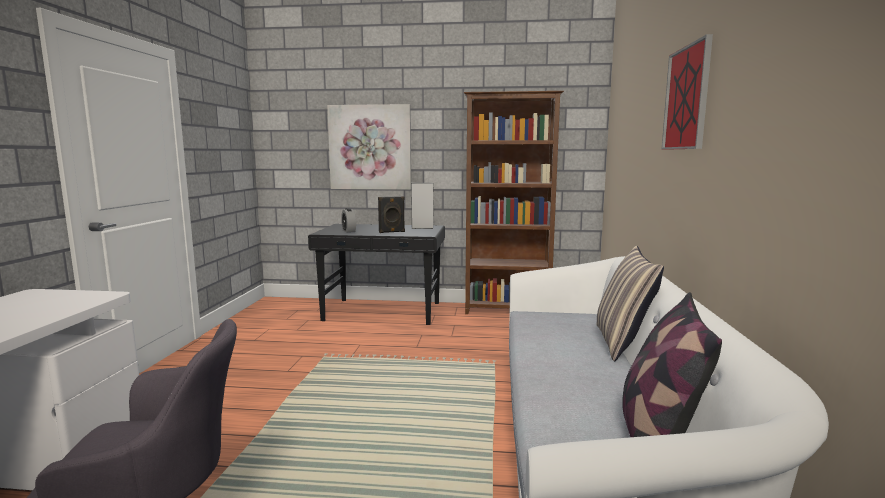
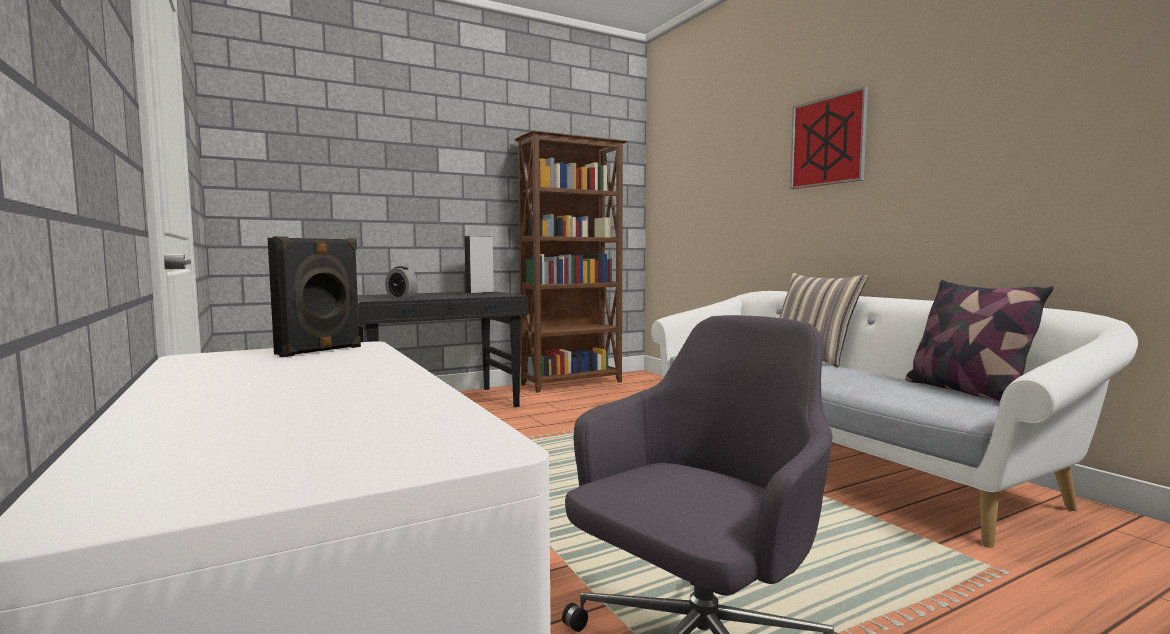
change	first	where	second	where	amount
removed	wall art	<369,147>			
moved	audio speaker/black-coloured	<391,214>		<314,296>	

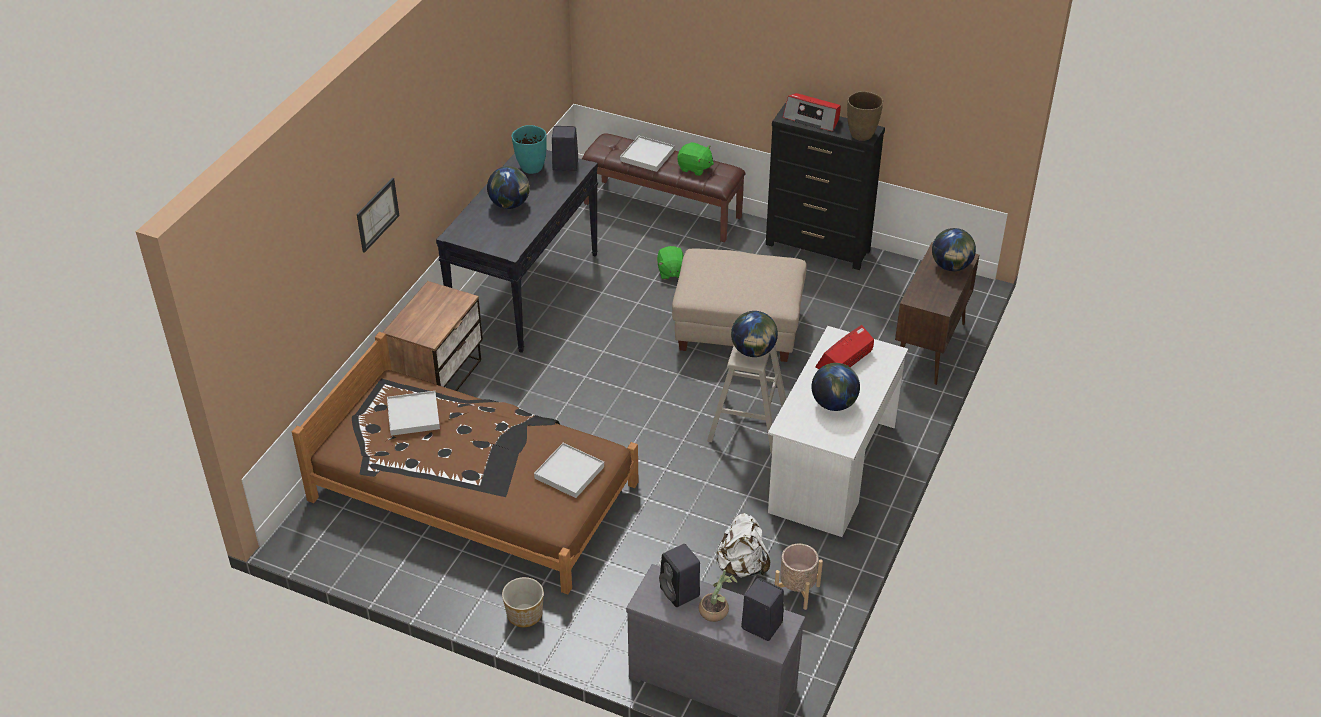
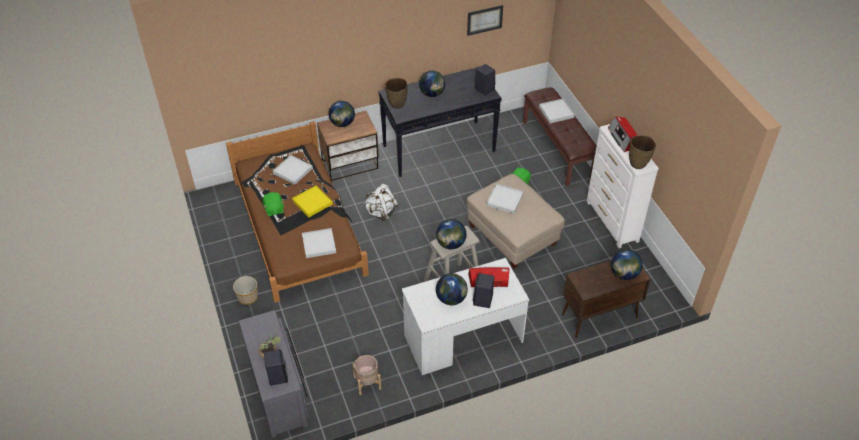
change	first	where	second	where	amount
moved	wall art	<378,215>		<485,20>	
removed	vase/blue-green	<529,149>			
moved	audio speaker/black-coloured	<679,575>		<483,290>	
moved	cuddly toy/greenish	<695,159>		<273,204>	
moved	knapsack/whitish	<743,545>		<381,202>	
recoloured	dresser/black-coloured	<825,186>	dresser/whitish	<622,186>	
added			carrying tray/yellow-coloured	<312,201>	
added			globe	<342,114>	
added			vase/brownish	<396,93>	
added			carrying tray/whitish	<505,198>	

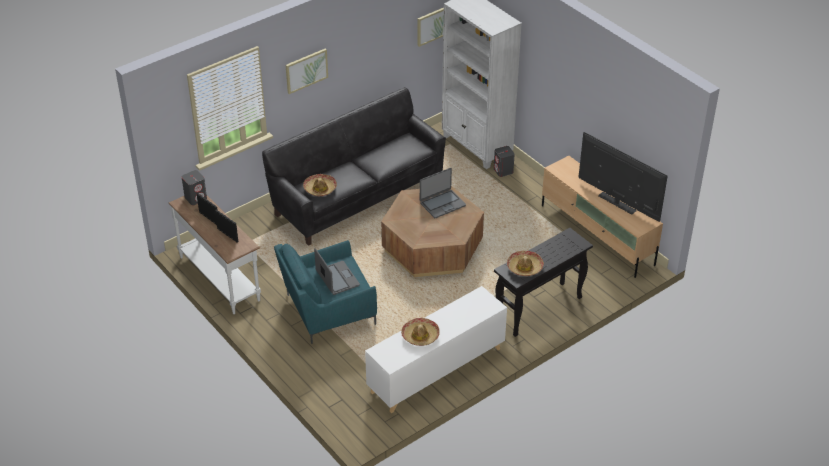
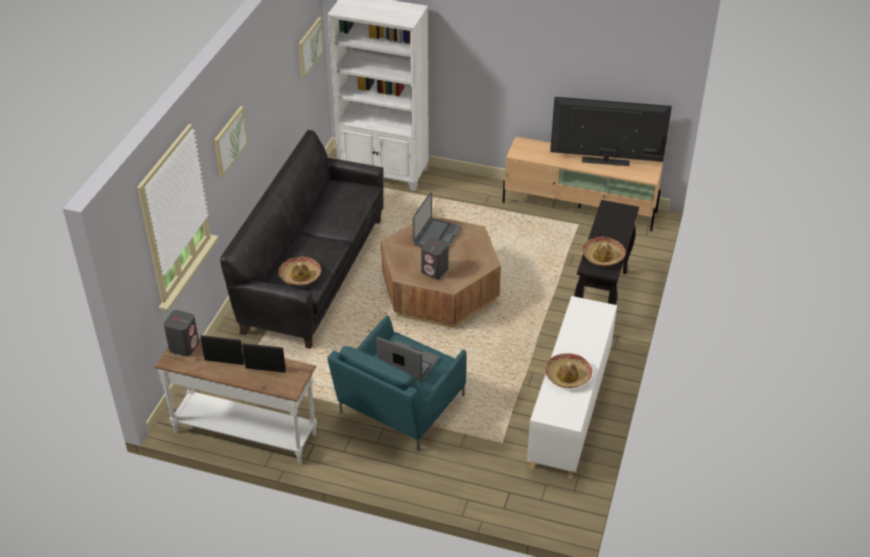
change	first	where	second	where	amount
moved	audio speaker/gray	<504,161>		<435,258>	

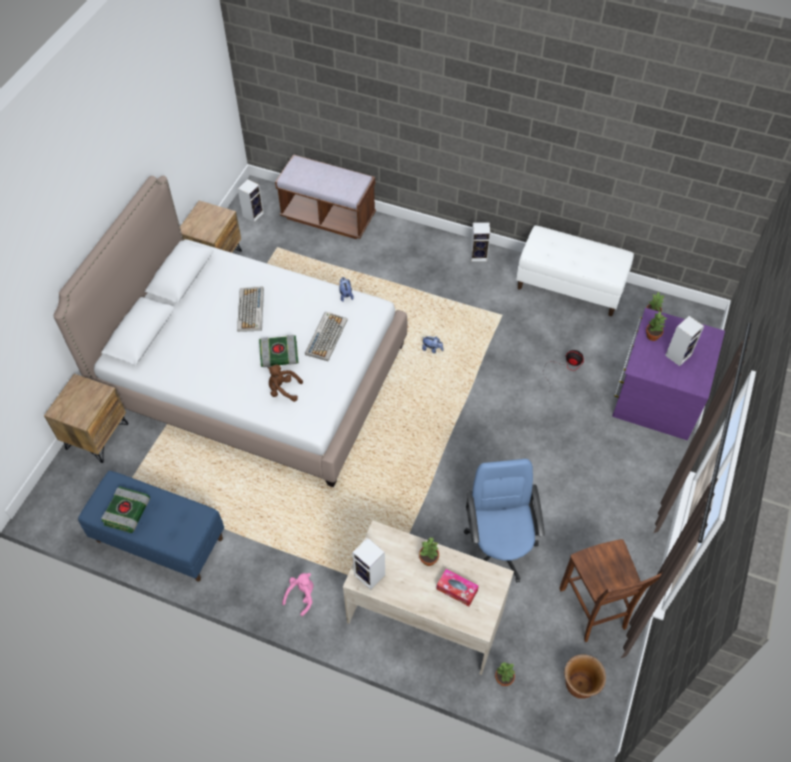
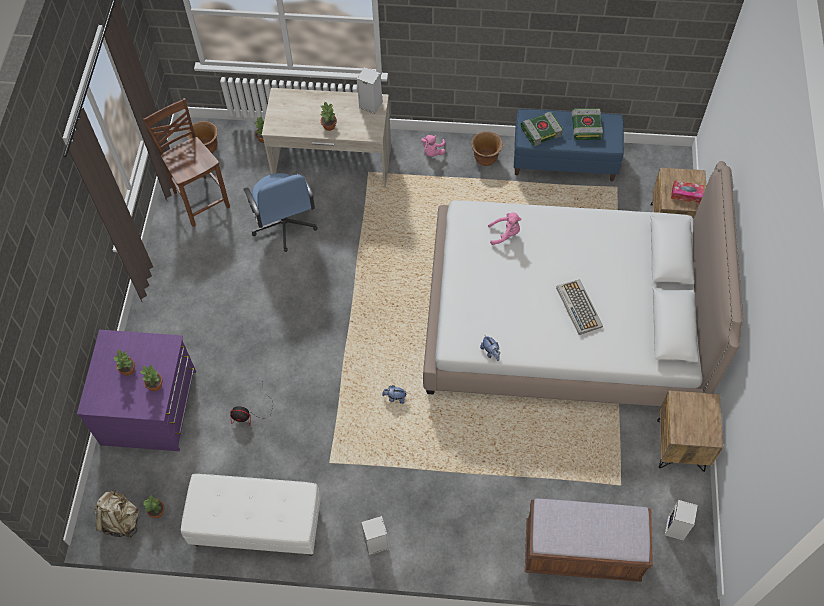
change	first	where	second	where	amount
moved	volume	<278,351>		<542,129>	
recoloured	cuddly toy/brownish	<285,383>	cuddly toy/pink	<504,229>	
removed	keyboard	<326,336>			
moved	tissue box	<458,587>		<687,192>	
replaced	audio speaker	<684,341>	houseplant	<124,362>	
added			knapsack/beige	<116,513>	
added			planter/brownish	<487,148>	

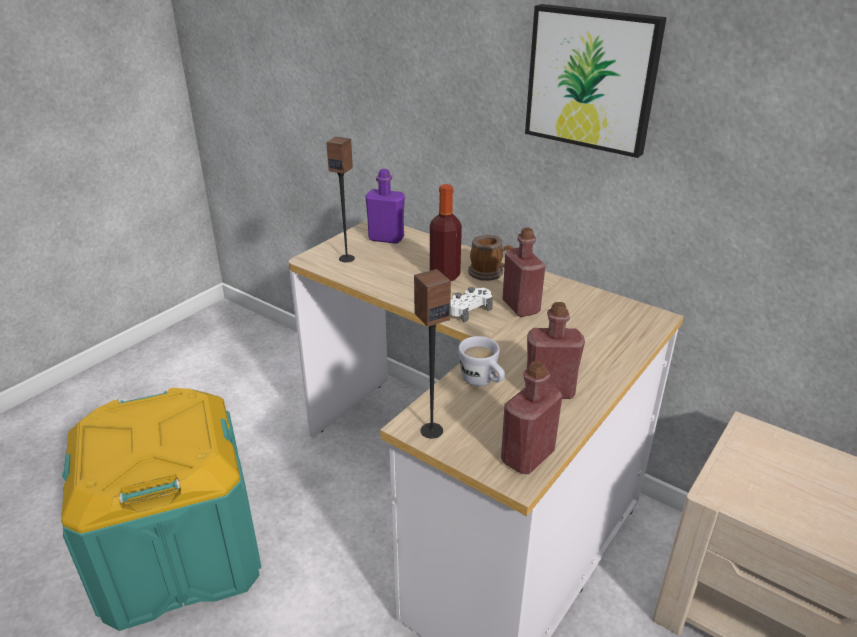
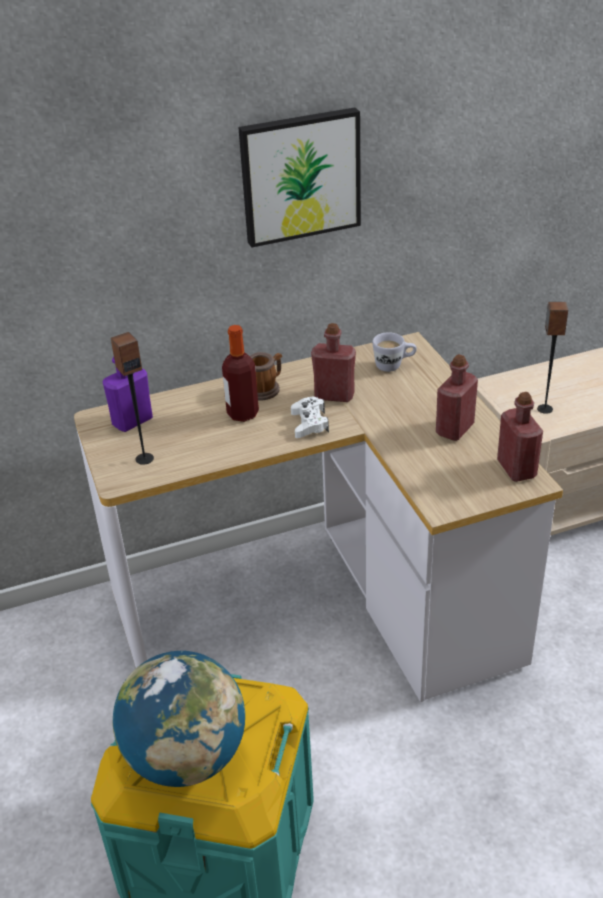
change	first	where	second	where	amount
moved	audio speaker	<432,354>		<552,358>	
moved	tea mug/whitish	<481,361>		<394,352>	
added			globe	<178,719>	

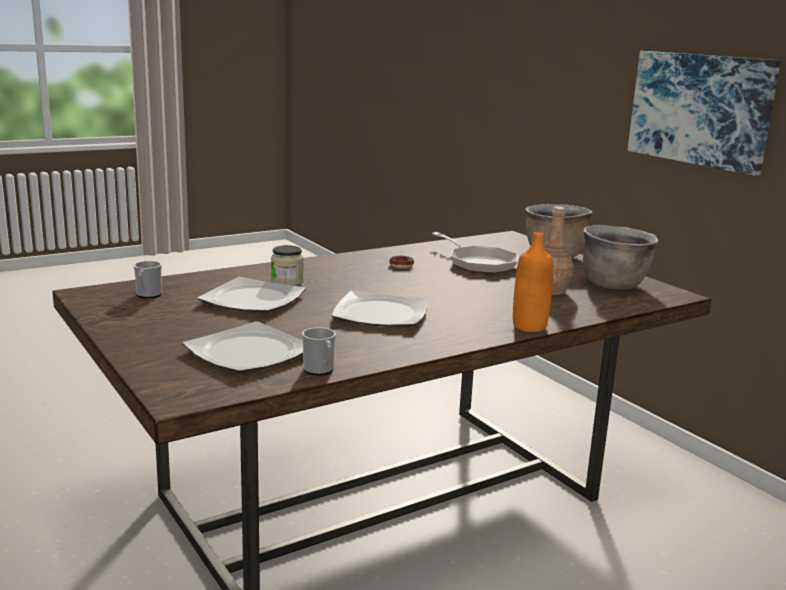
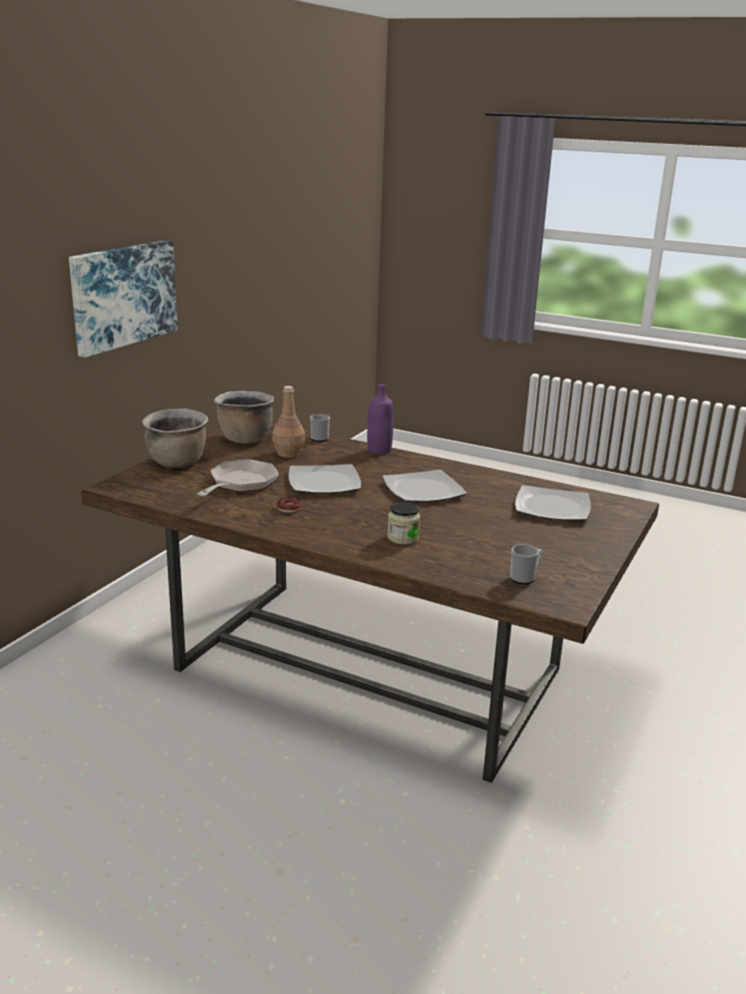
change	first	where	second	where	amount
moved	flat dish	<251,295>		<325,479>	
moved	tea mug	<319,351>		<320,428>	
recoloured	bottle/orangey	<533,282>	bottle/purplish	<380,419>	

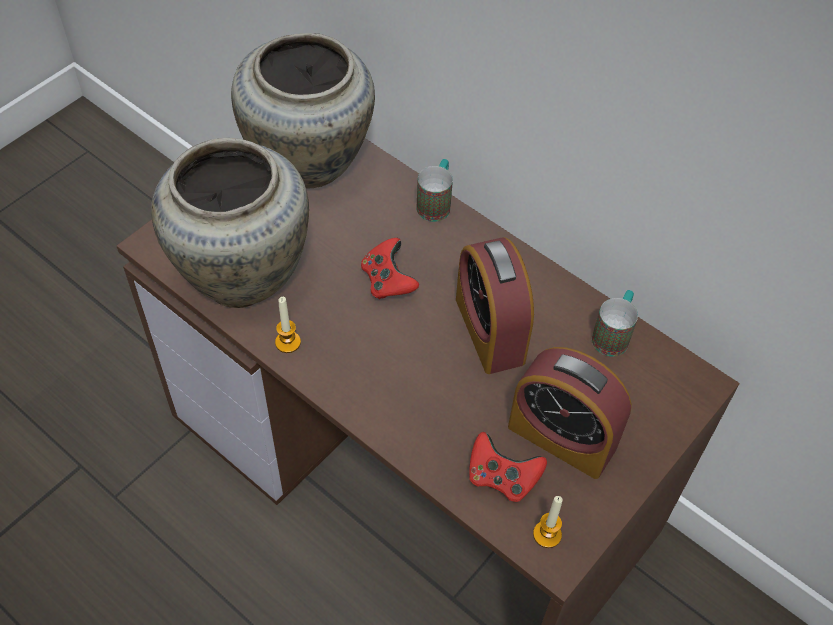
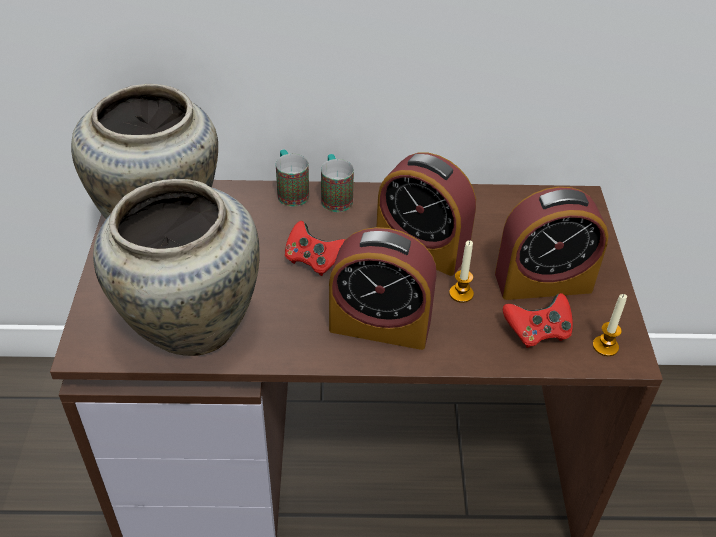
change	first	where	second	where	amount
moved	candle	<288,325>		<461,271>	
moved	tea mug	<615,323>		<337,183>	
added			alarm clock	<383,288>	

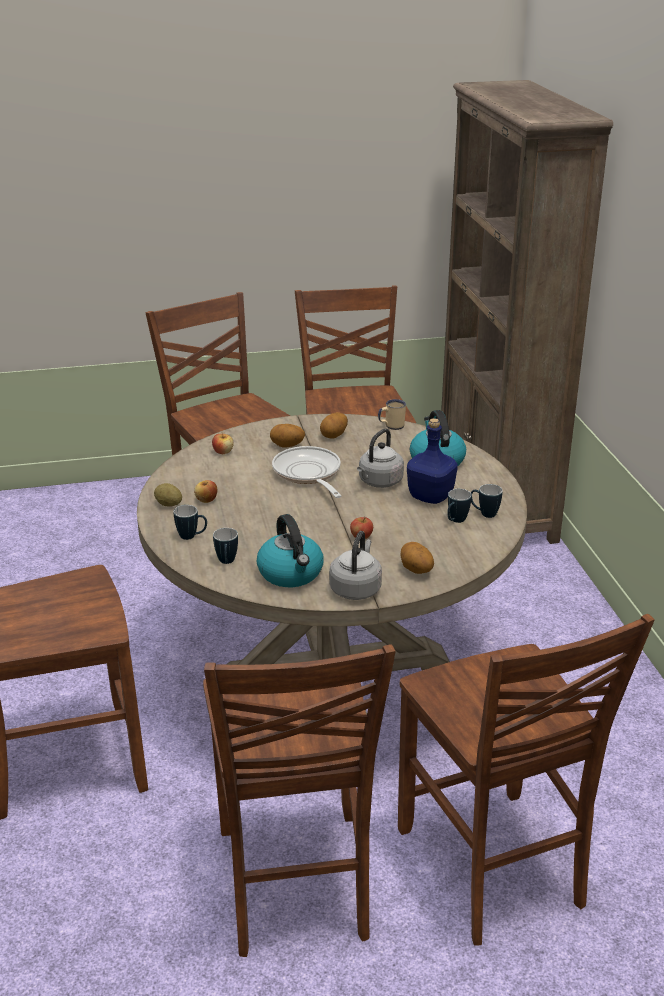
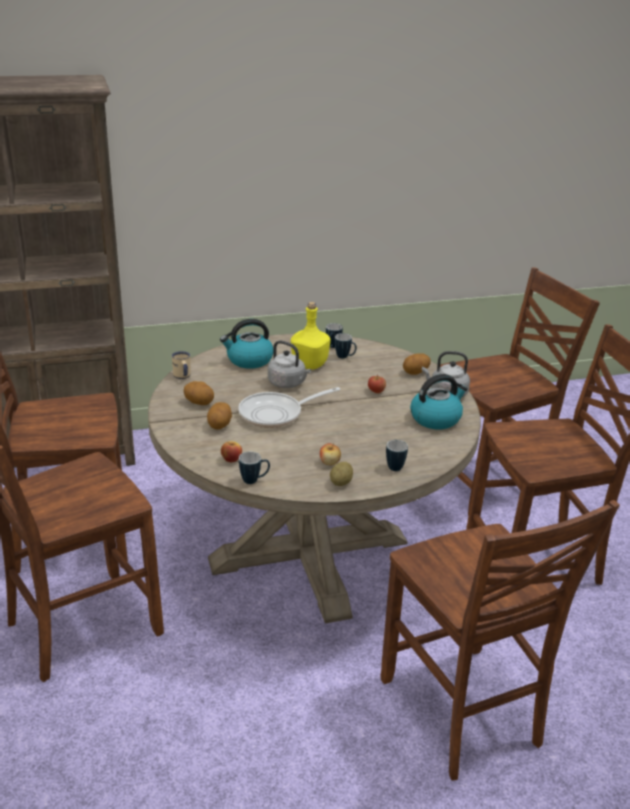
change	first	where	second	where	amount
moved	tea mug	<225,546>		<254,468>	
recoloured	bottle/blue	<432,461>	bottle/yellow-coloured	<311,336>	

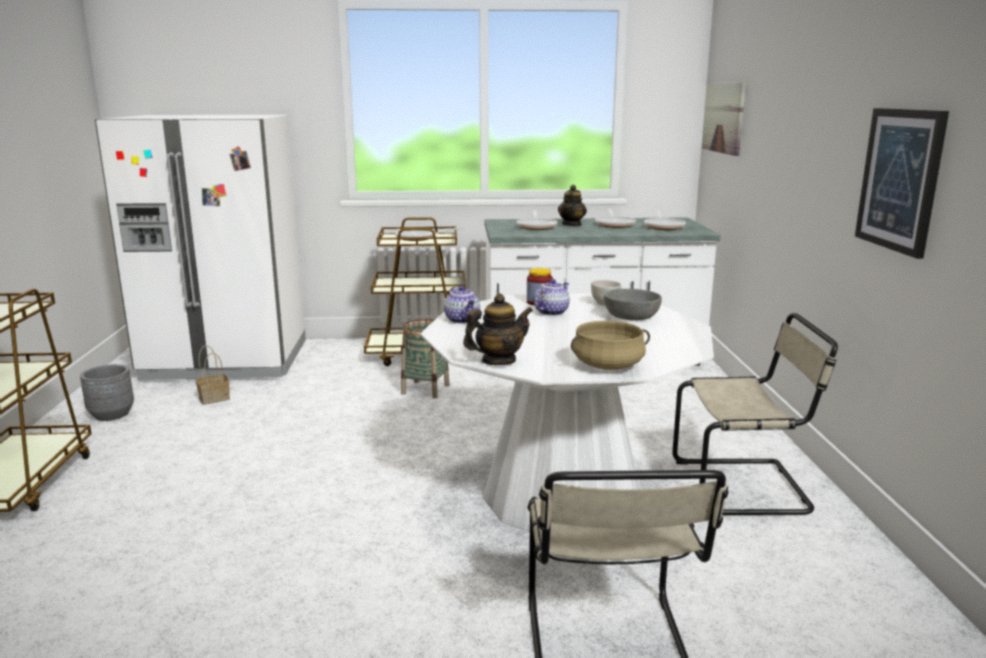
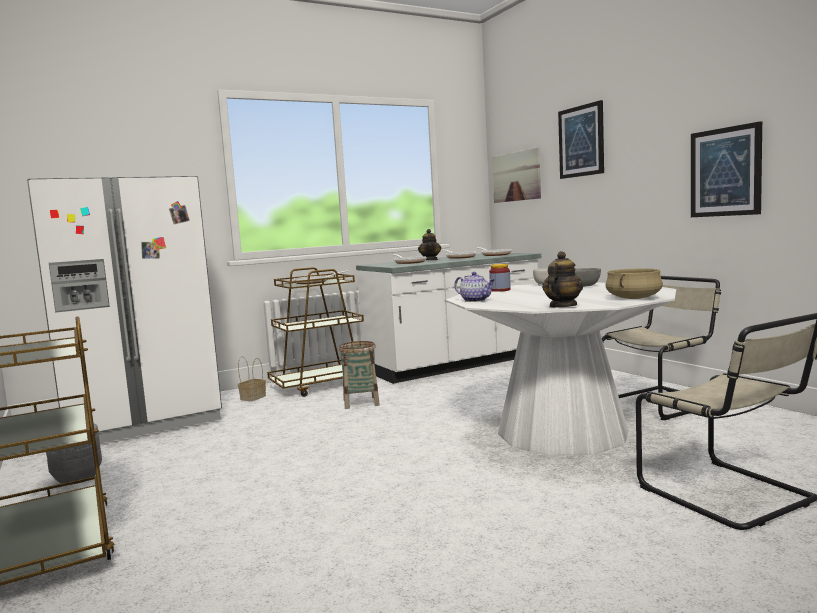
change	first	where	second	where	amount
moved	storage basket	<212,375>		<252,379>	
removed	teapot	<552,297>			
added			wall art	<581,139>	

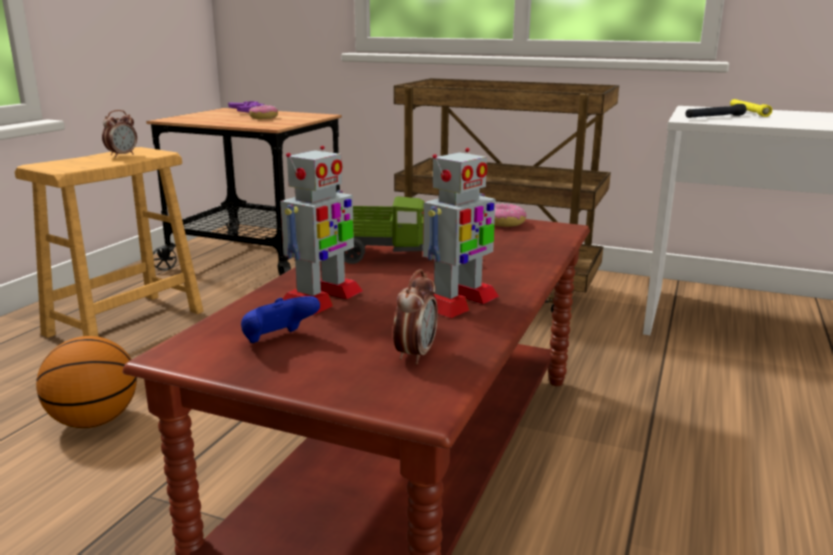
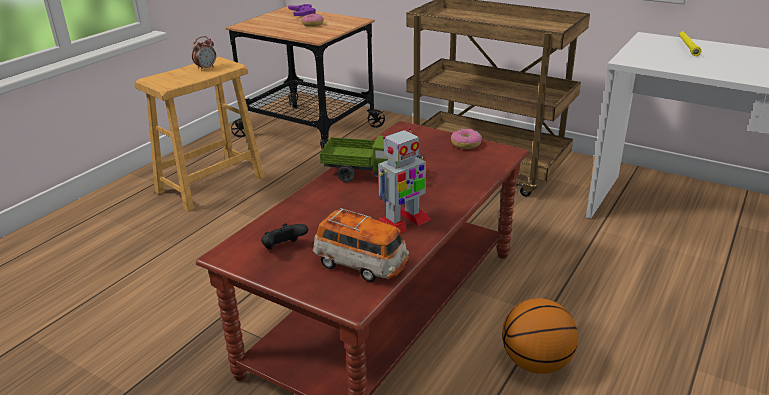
change	first	where	second	where	amount
moved	ball for basketball	<86,382>		<540,336>	
recoloured	joypad/blue	<280,319>	joypad/black-coloured	<284,236>	
removed	robot figure	<321,230>			
replaced	alarm clock	<415,316>	miniature car	<360,245>	
removed	flashlight/black-coloured	<715,111>			

